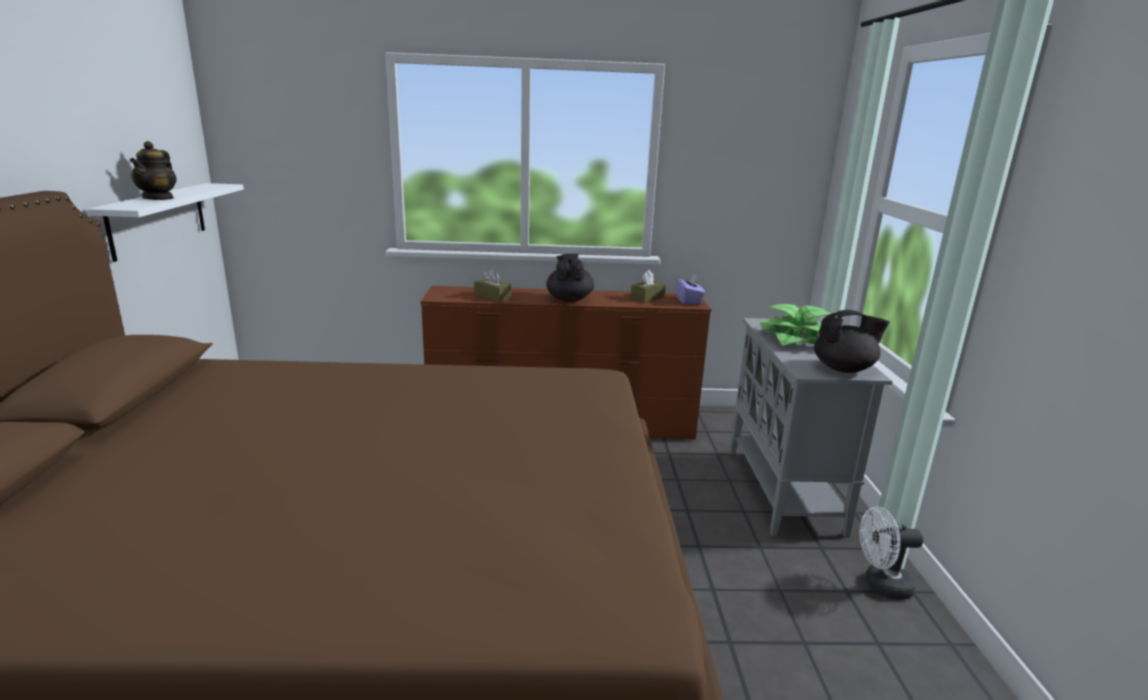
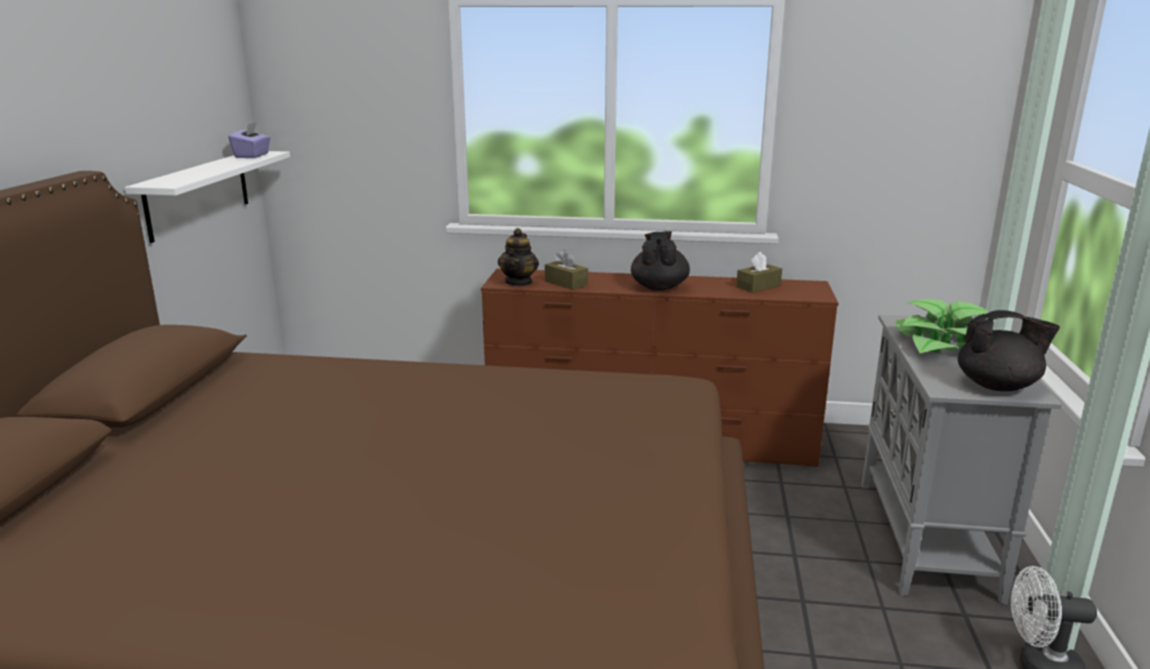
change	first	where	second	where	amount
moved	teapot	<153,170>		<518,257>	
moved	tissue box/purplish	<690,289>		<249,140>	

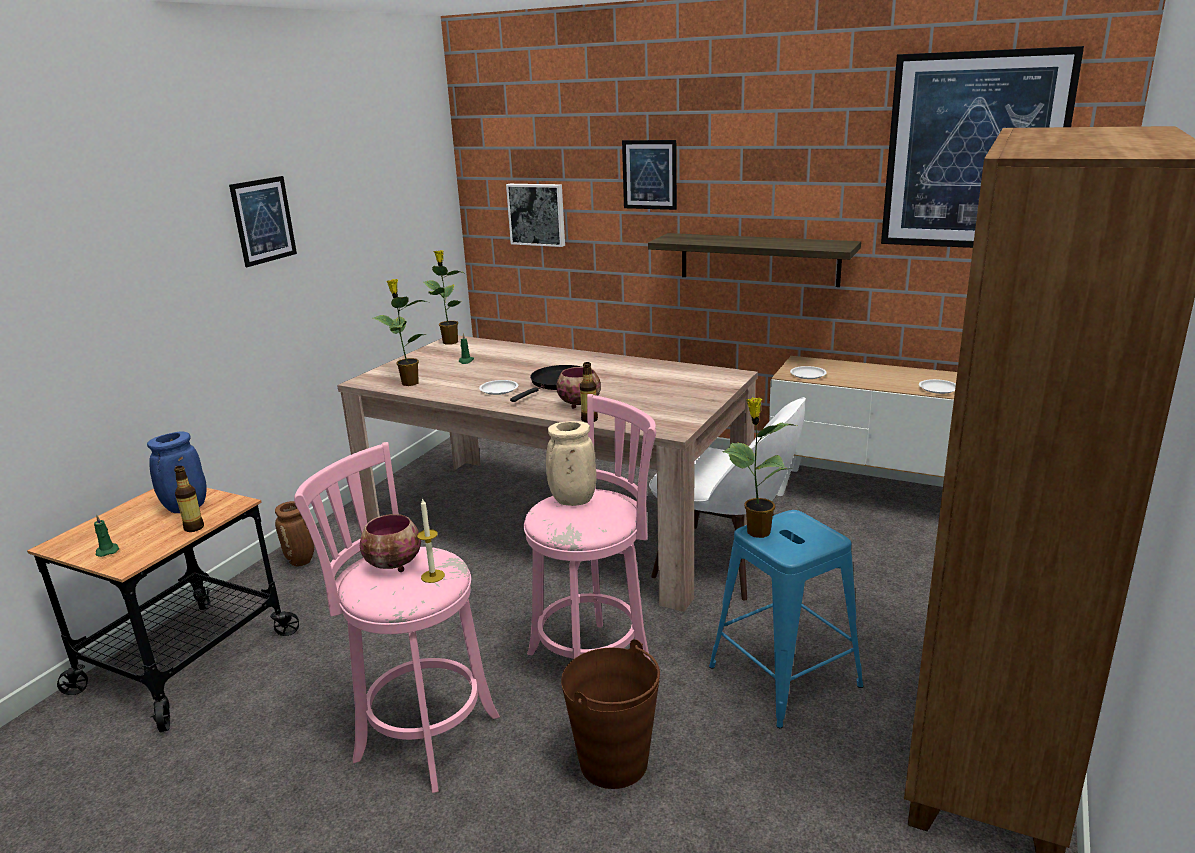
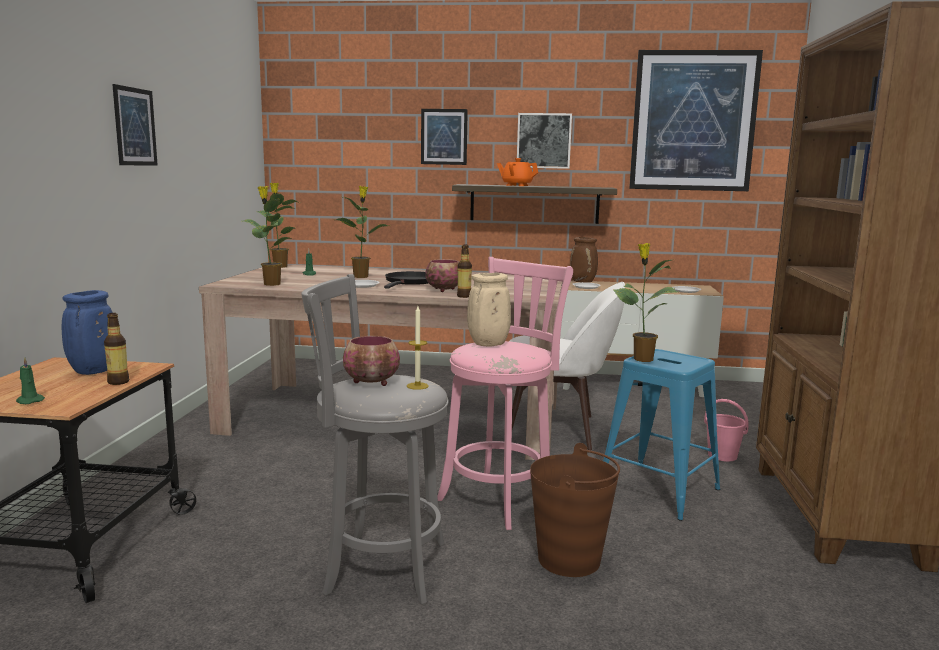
change	first	where	second	where	amount
moved	vase/brownish	<294,534>		<584,260>	
recoloured	stool seat/pink	<397,617>	stool seat/gray	<375,439>	
moved	wall art	<535,215>		<544,141>	
added			houseplant	<362,232>	
added			teapot/orangey	<517,172>	
added			water bucket/pink	<726,430>	

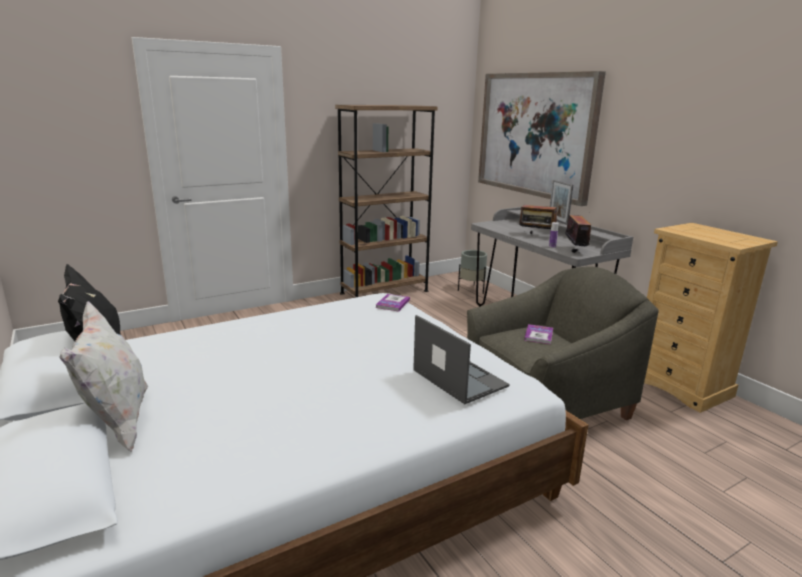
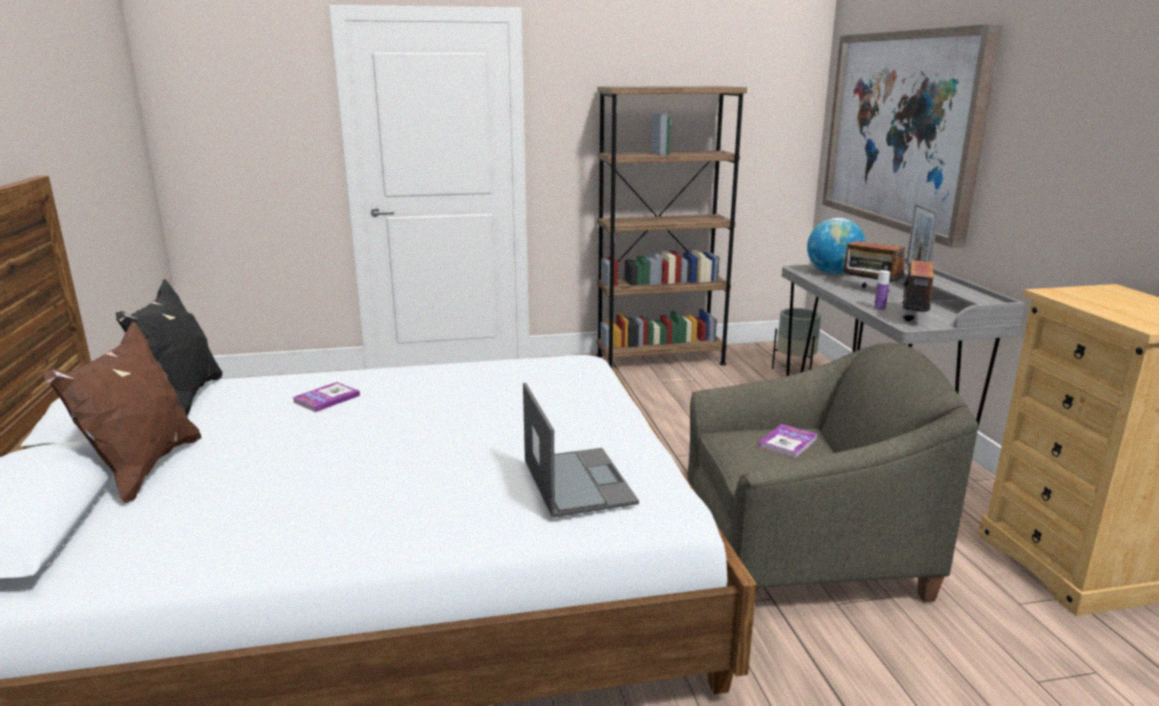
change	first	where	second	where	amount
recoloured	pillow/whitish	<103,376>	pillow/brownish	<122,412>	
moved	volume	<393,302>		<326,397>	
added			globe	<836,246>	

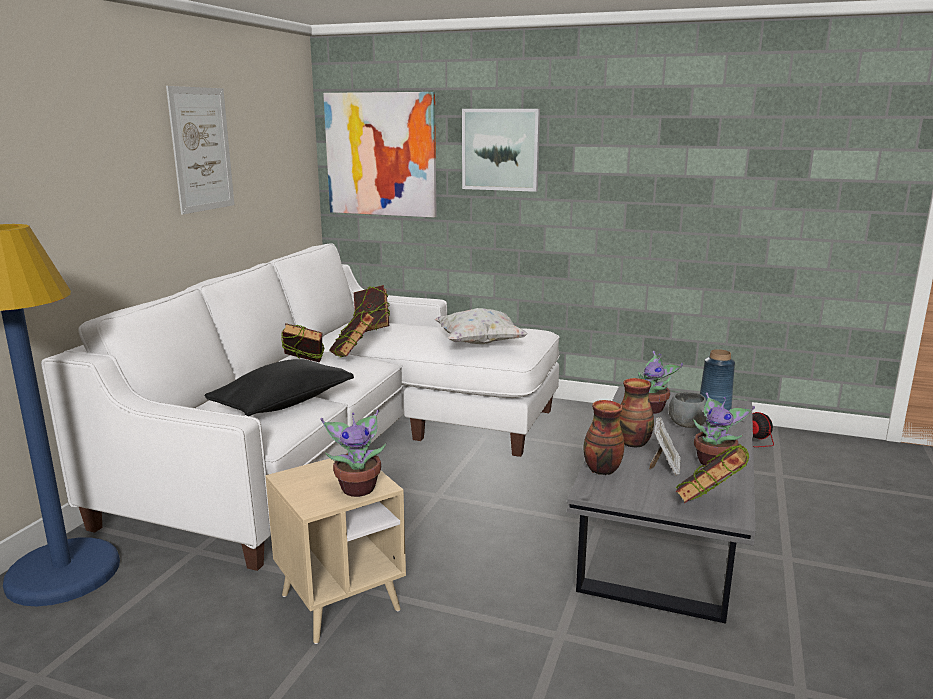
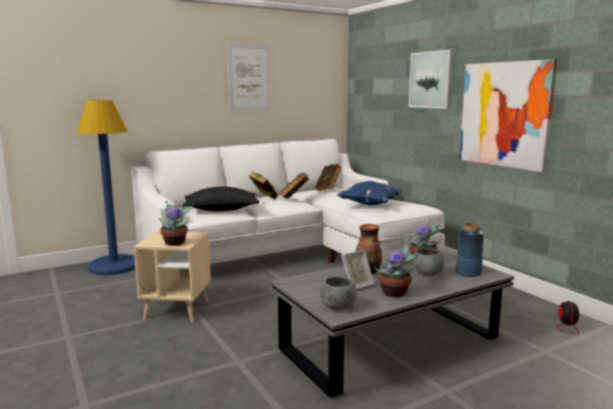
change	first	where	second	where	amount
moved	wall art	<380,155>		<508,115>	
recoloured	pillow/whitish	<481,326>	pillow/blue	<369,193>	
removed	vase	<603,437>			
replaced	volume	<712,474>	bowl/gray	<338,293>	

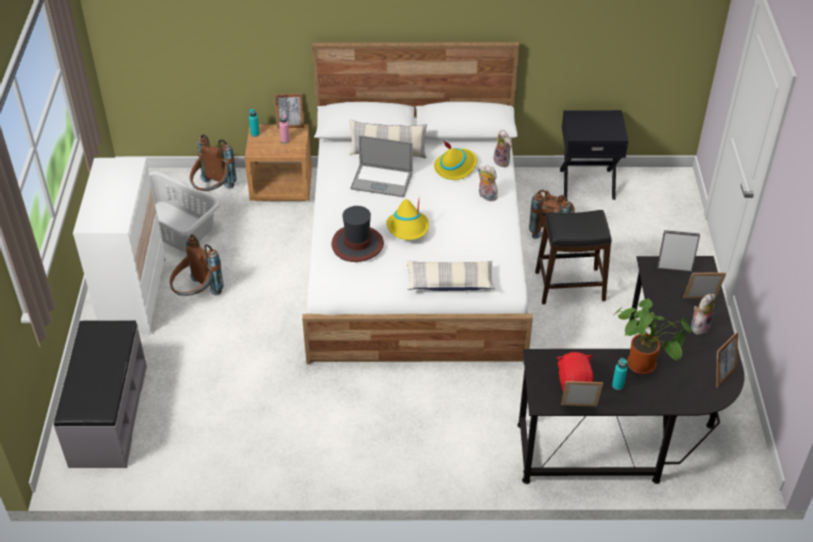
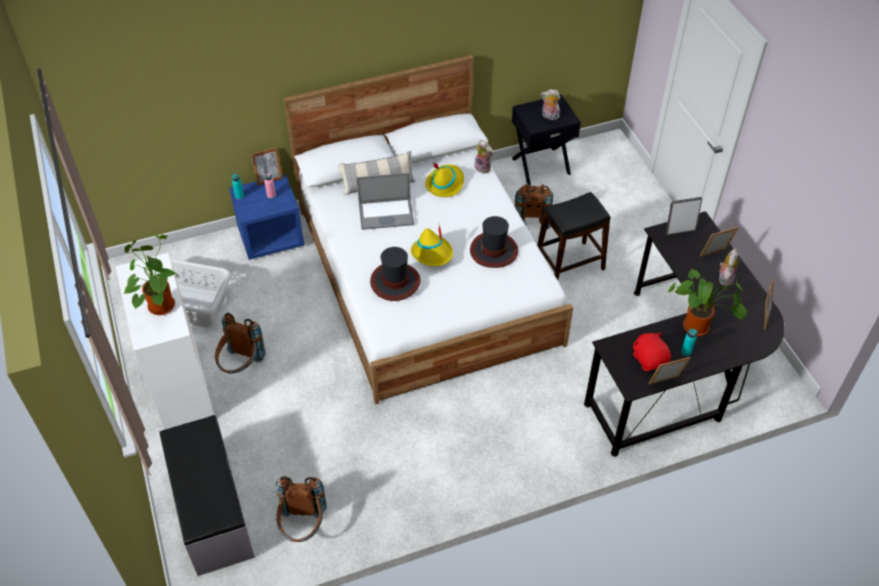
change	first	where	second	where	amount
moved	knapsack/brownish	<213,163>		<301,509>	
recoloured	nightstand/brownish	<278,162>	nightstand/blue	<267,217>	
removed	pillow	<451,276>			
moved	cuddly toy	<487,183>		<550,104>	
added			houseplant	<151,274>	
added			clothing hat	<494,242>	

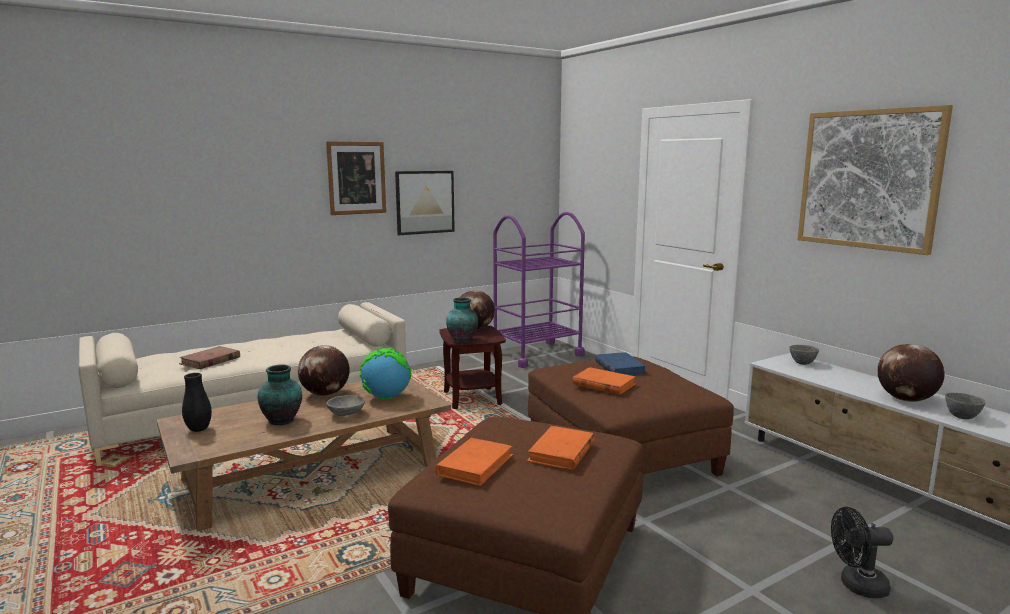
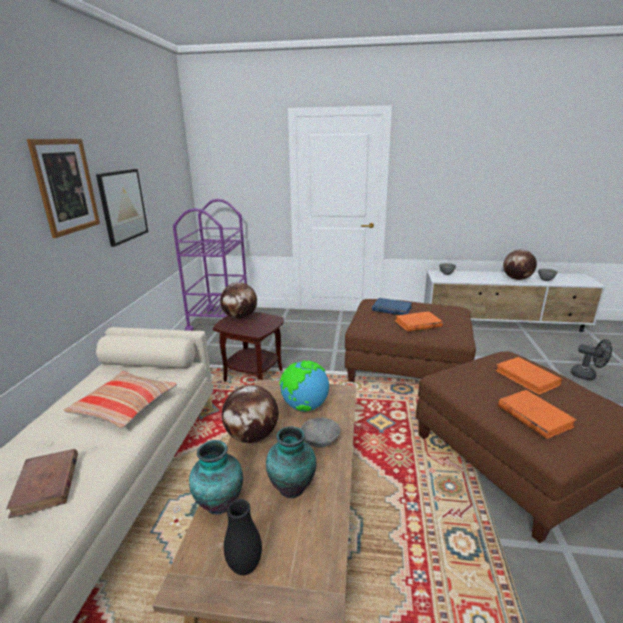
change	first	where	second	where	amount
moved	vase	<462,320>		<216,477>	
removed	wall art	<875,180>			
turned	cooling fan/black-coloured	<862,552>		<591,359>	90 degrees counterclockwise
added			pillow	<120,400>	

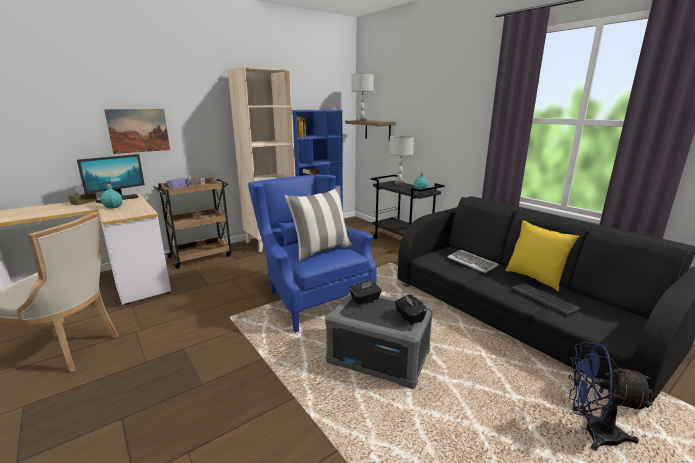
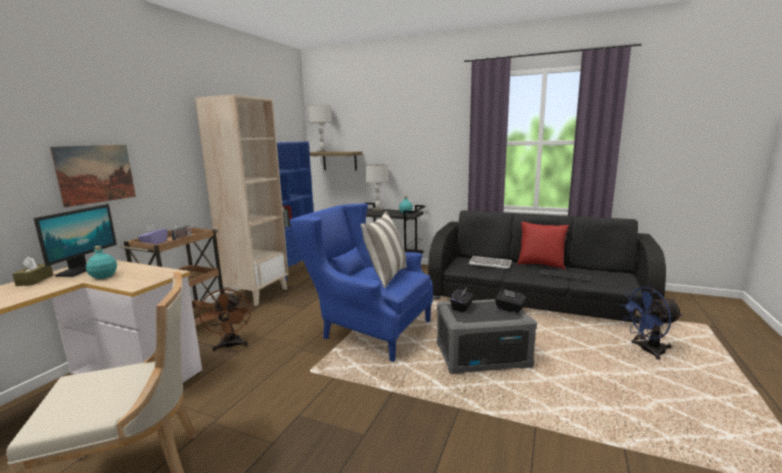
change	first	where	second	where	amount
recoloured	pillow/yellow-coloured	<542,255>	pillow/red	<543,245>	
added			cooling fan/brownish	<224,320>	

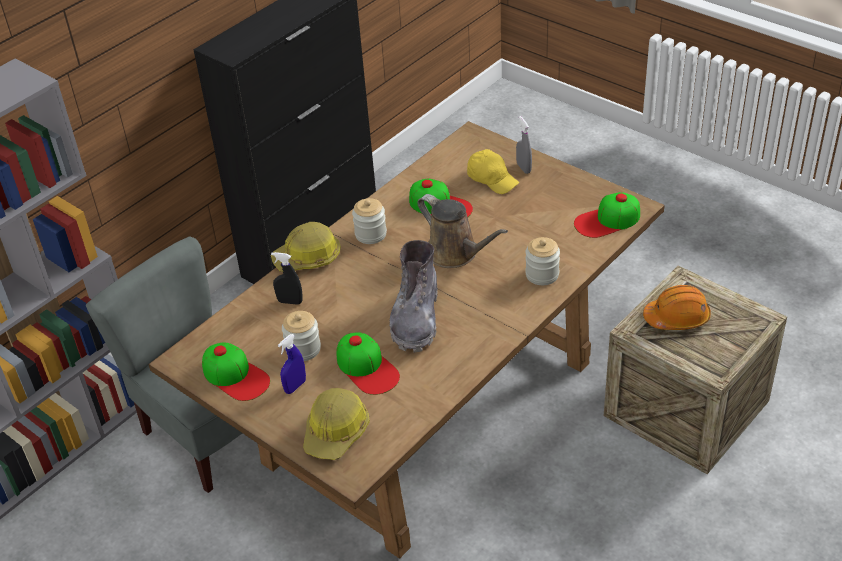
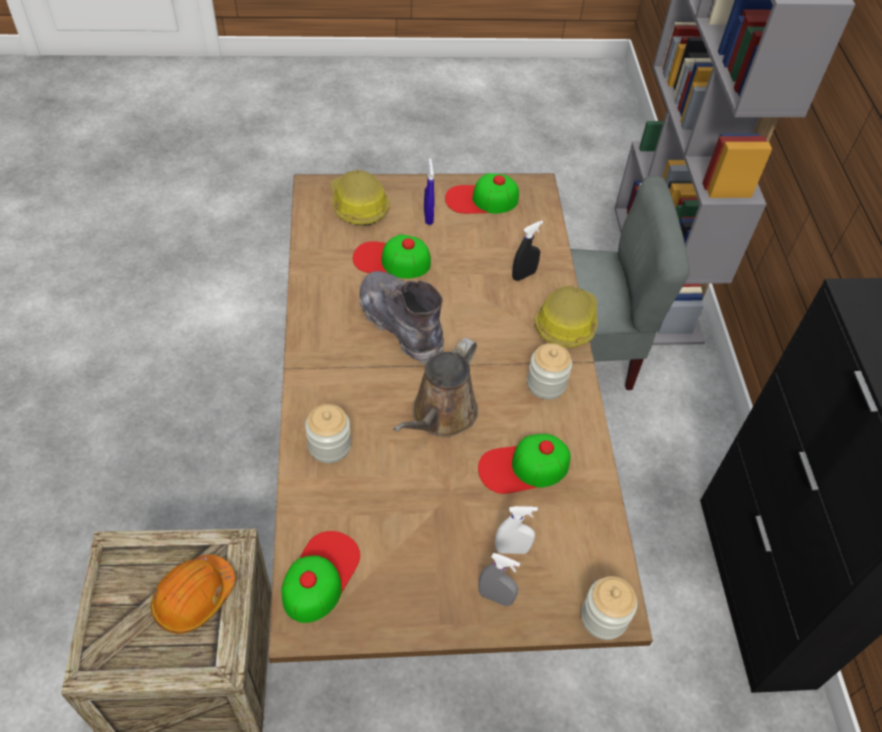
change	first	where	second	where	amount
moved	preserve jar	<301,336>		<609,608>	
turned	watering pot/brownish	<462,231>		<435,387>	60 degrees counterclockwise
replaced	peaked cap/yellow-coloured	<493,171>	hand sprayer/whitish	<516,530>	

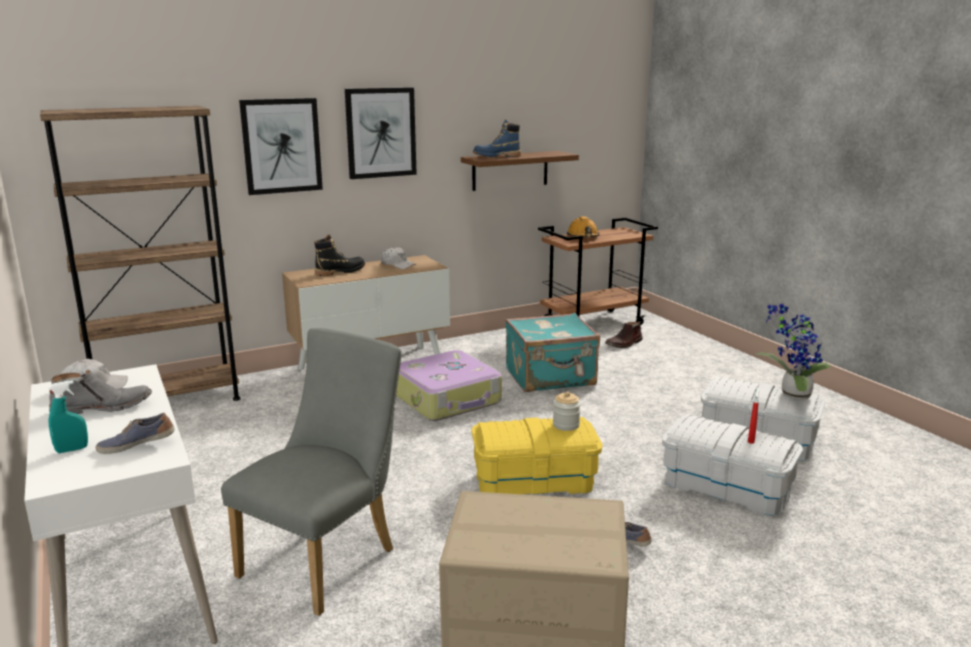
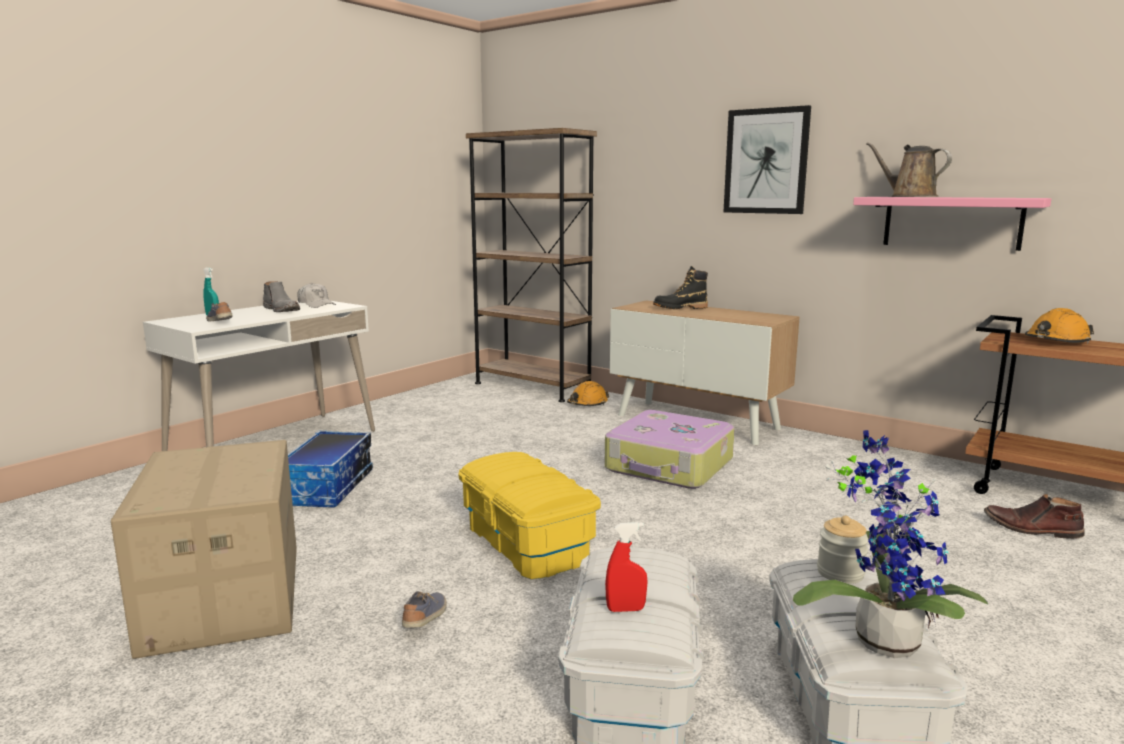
change	first	where	second	where	amount
replaced	chair/gray	<311,472>	storage container	<330,469>	
removed	wall art	<281,146>			
turned	high-top boot/black-coloured	<339,255>		<680,287>	135 degrees clockwise
removed	peaked cap/whitish	<398,258>			
recoloured	bracket shelf/brownish	<520,171>	bracket shelf/pink	<952,224>	
replaced	high-top boot/blue	<497,138>	watering pot/brownish	<909,169>	
removed	piece of luggage/blue-green	<552,352>			
moved	preserve jar	<567,411>		<842,550>	
added			work helmet/orangey	<588,393>	

